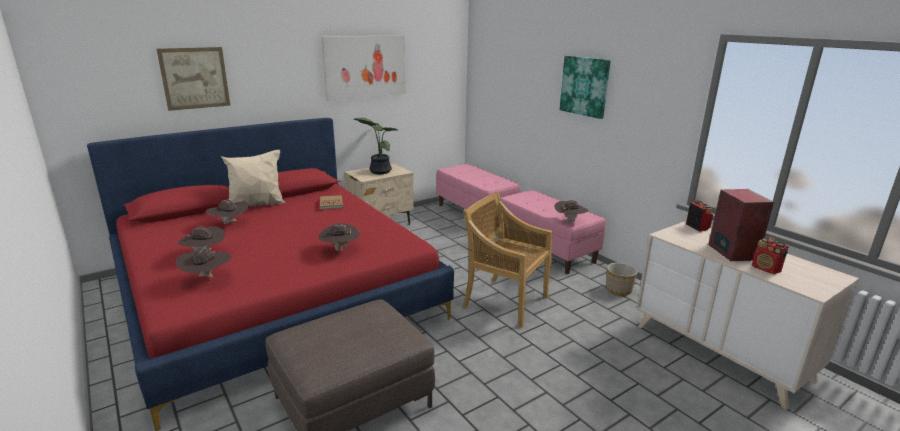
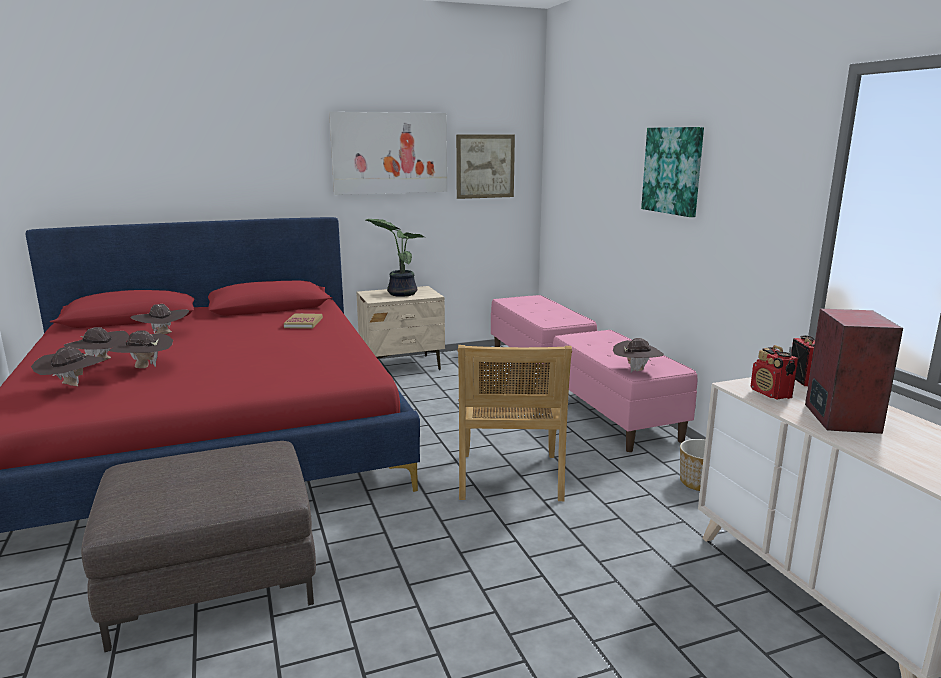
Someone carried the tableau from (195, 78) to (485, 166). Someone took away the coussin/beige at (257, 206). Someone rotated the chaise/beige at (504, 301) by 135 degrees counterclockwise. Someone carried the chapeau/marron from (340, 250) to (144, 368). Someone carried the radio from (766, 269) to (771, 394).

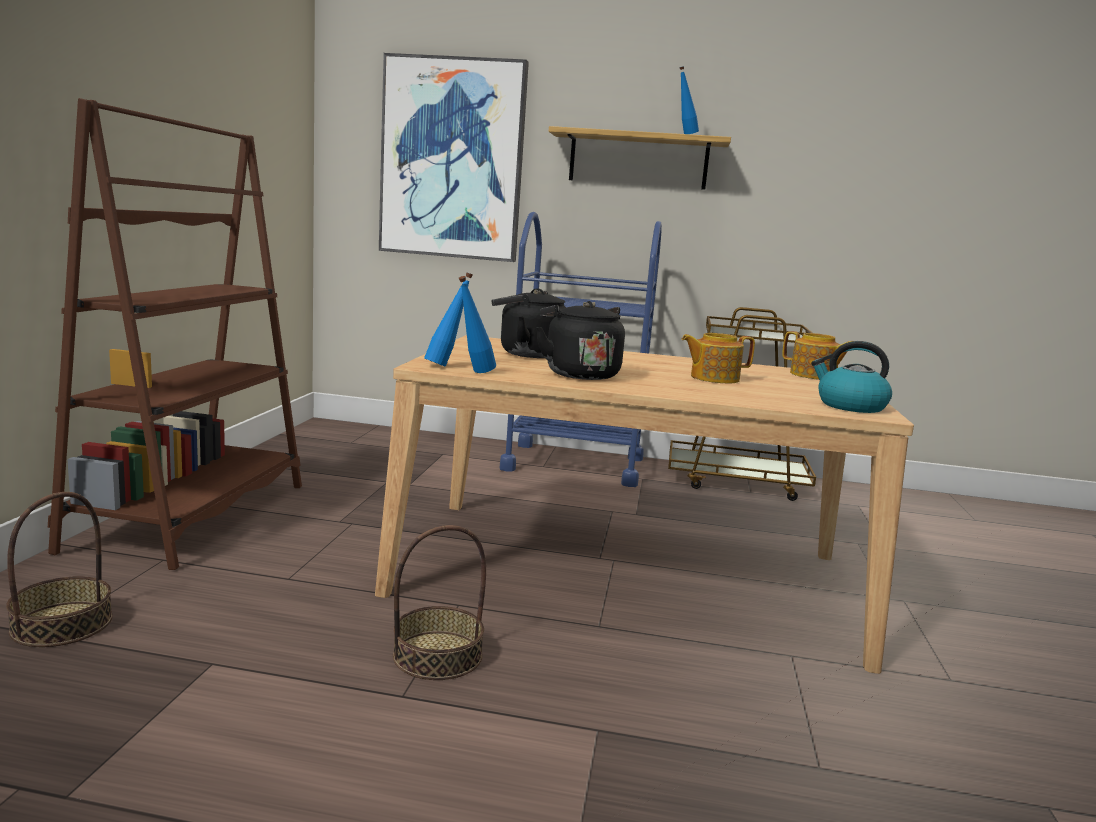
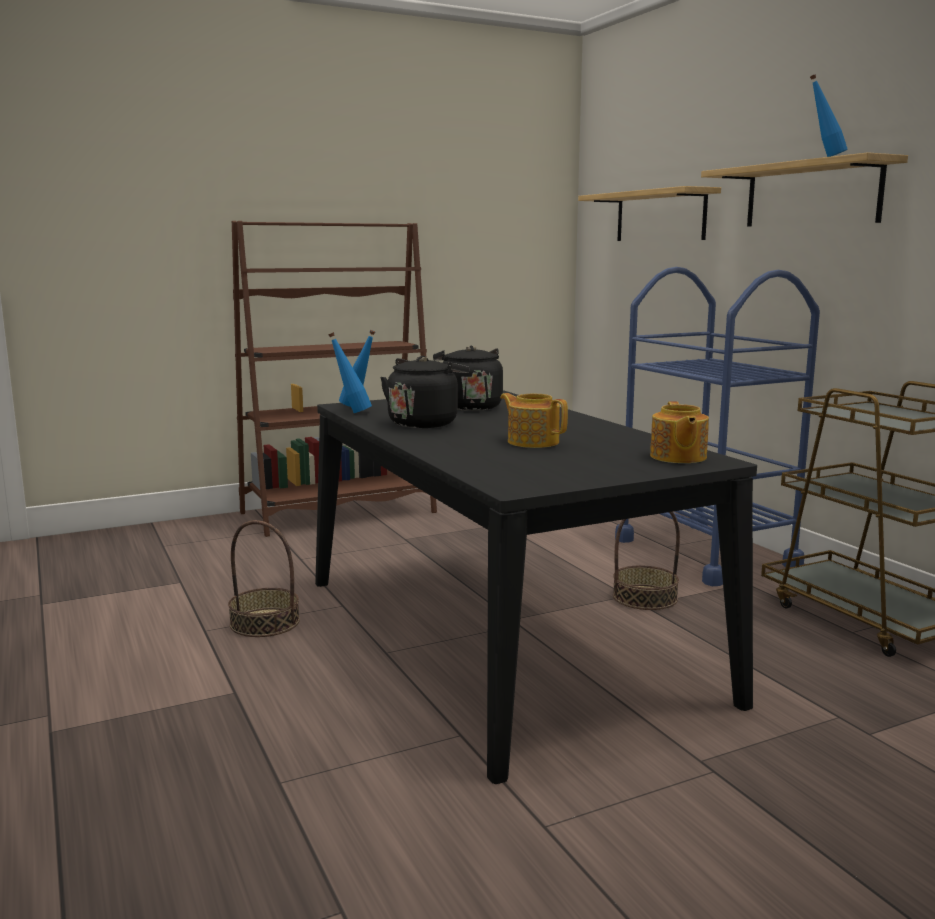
Someone swapped the tableau at (452, 160) for the étagère at (660, 216). Someone repainted the table à manger/beige at (626, 574), which became the table à manger/noir at (500, 636). Someone took away the bouilloire at (850, 406). Someone carried the panier from (62, 624) to (644, 597).

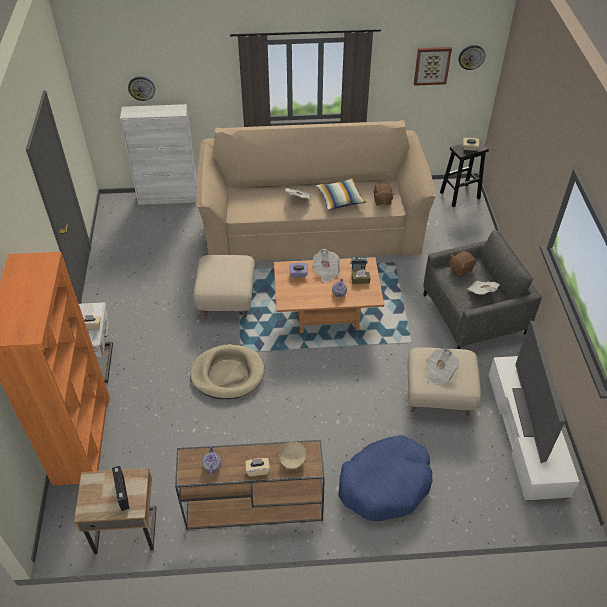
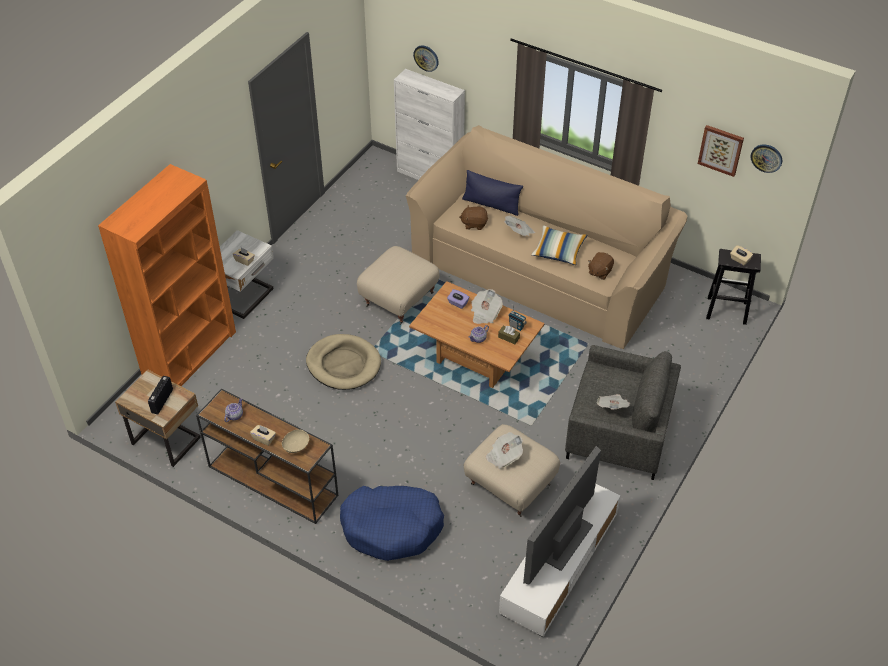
Someone carried the peluche/marron from (460, 269) to (474, 224). Someone put down the coussin/bleu at (491, 205).

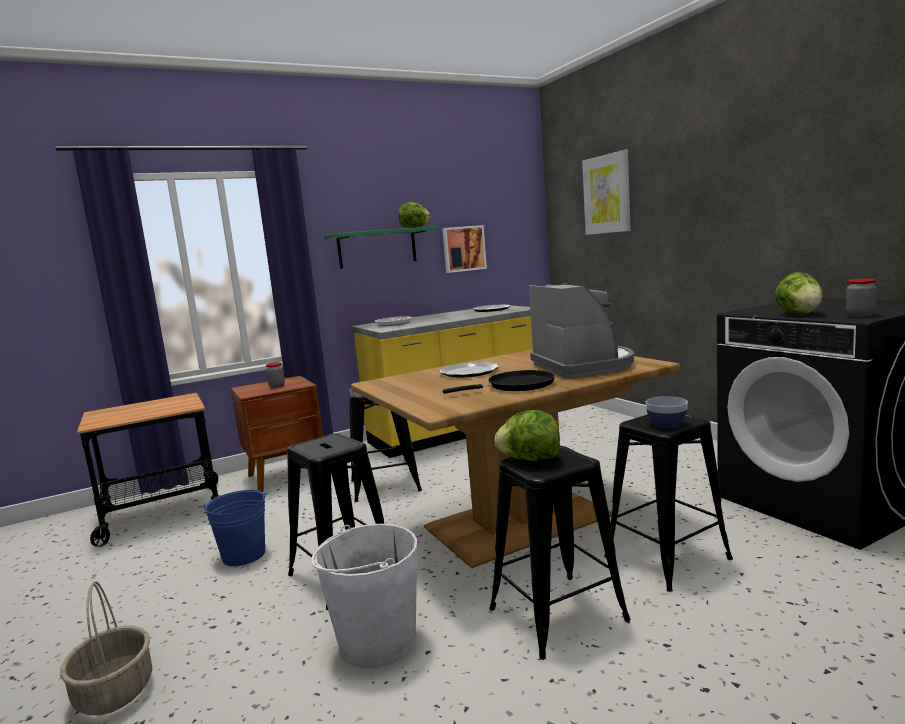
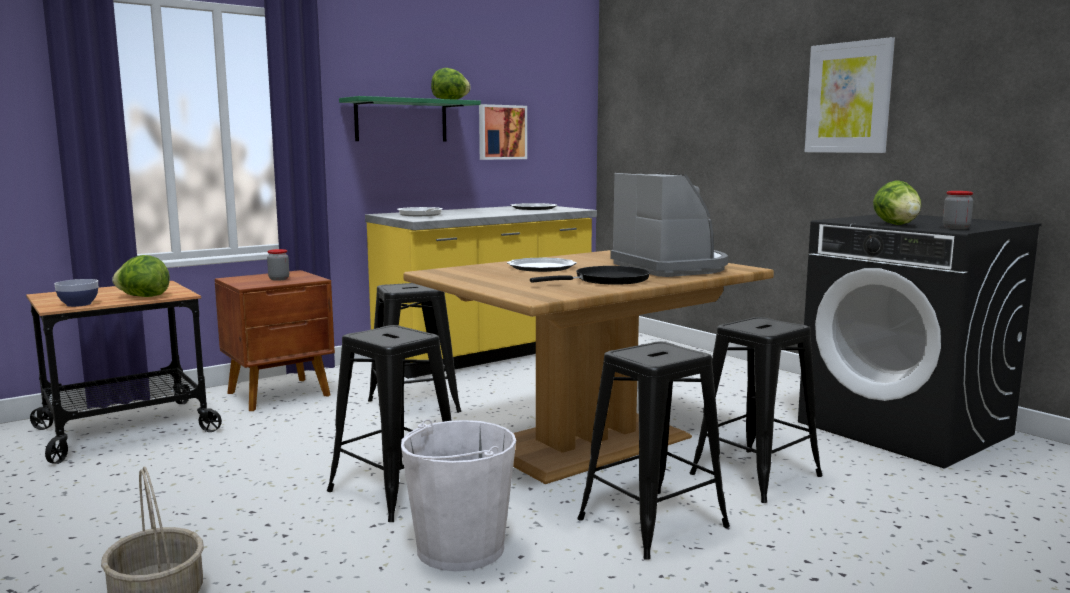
Someone carried the tableau from (607, 194) to (848, 98). Someone carried the bol from (666, 424) to (78, 304). Someone carried the laitue from (530, 459) to (143, 297). Someone took away the seau/bleu at (244, 555).

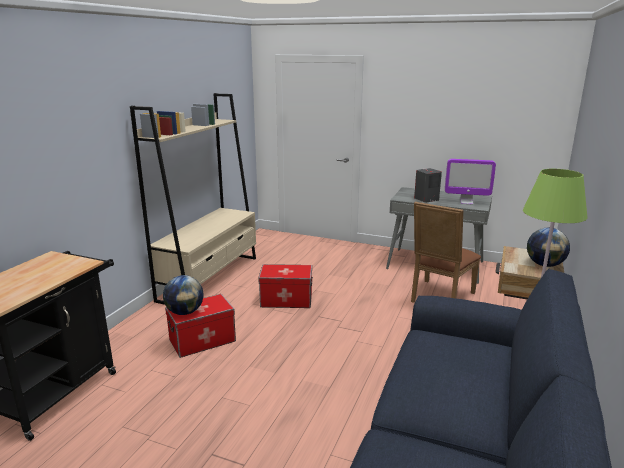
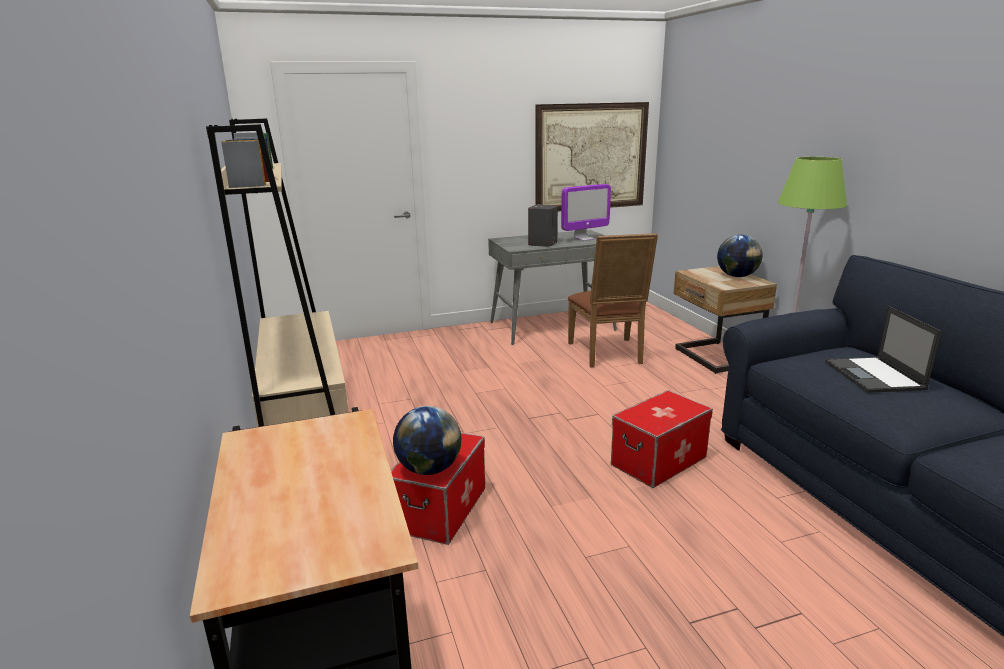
Someone carried the boîte de rangement from (286, 300) to (658, 460). Someone put up the tableau at (591, 157). Someone put down the ordinateur portable at (874, 376).

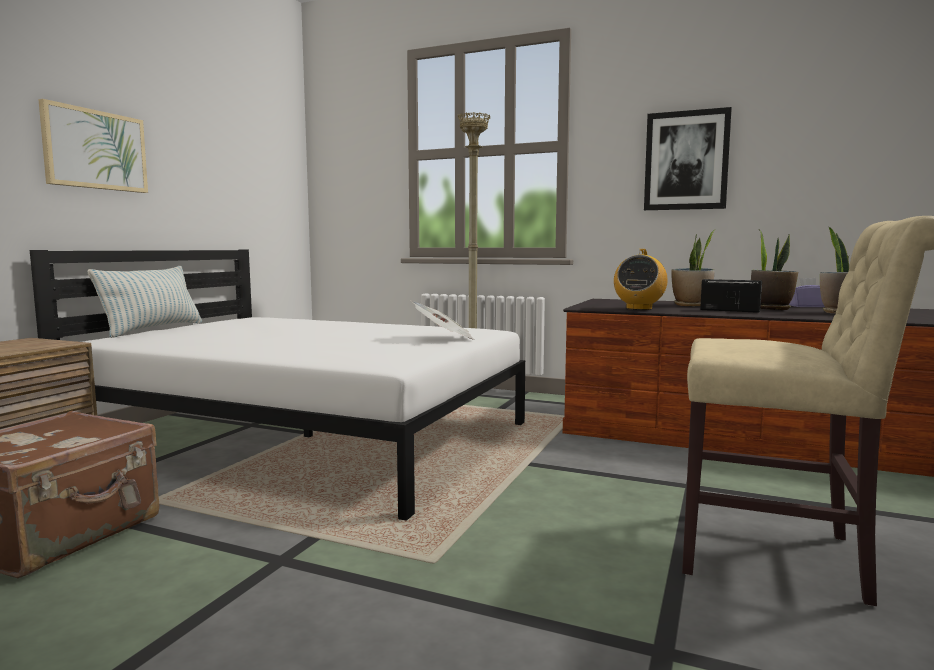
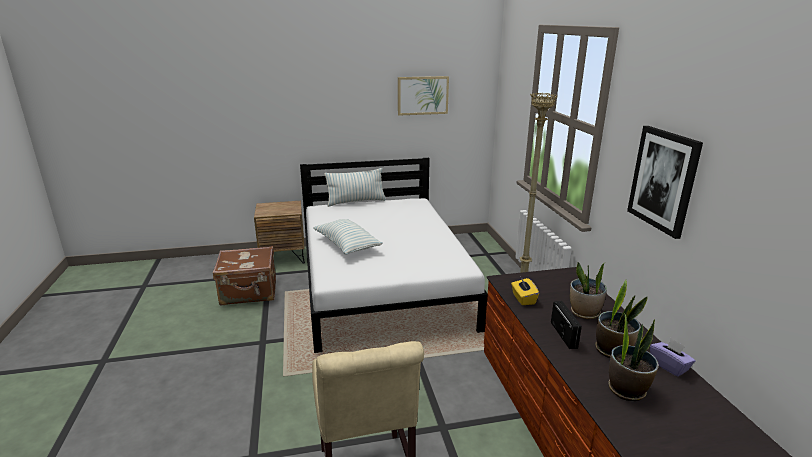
Someone carried the tableau from (95, 150) to (422, 95). Someone swapped the radio at (639, 308) for the boîte à mouchoirs/jaune at (523, 299). Someone took away the journal at (444, 338). Someone put down the coussin at (347, 245).

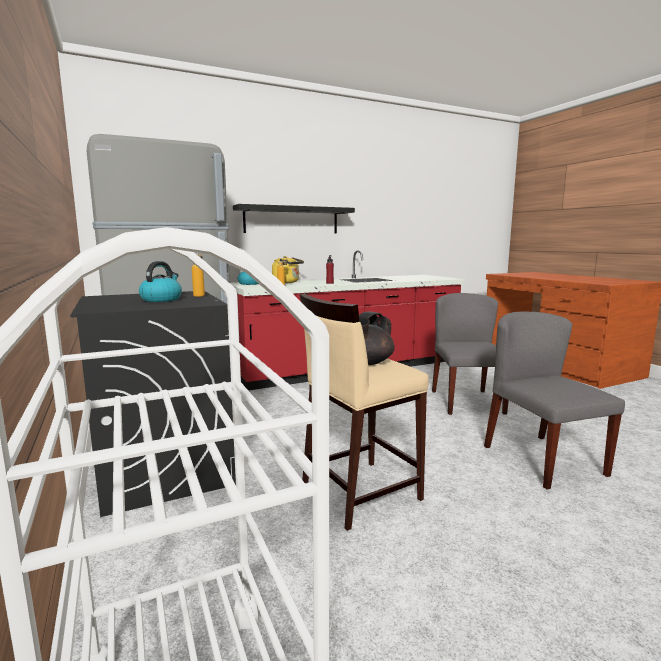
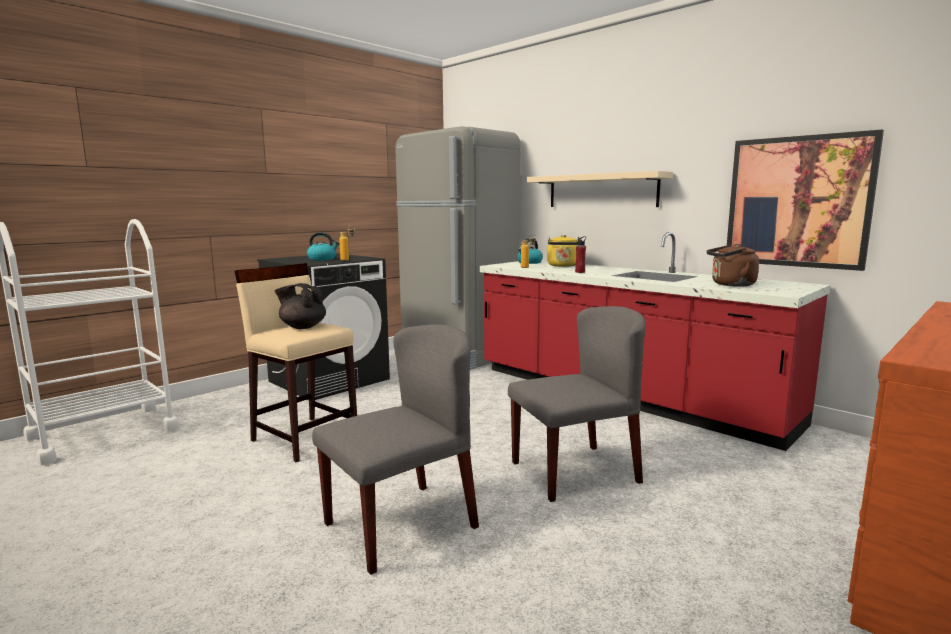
Someone repainted the étagère/noir at (291, 220), which became the étagère/beige at (601, 191). Someone put up the tableau at (797, 202). Someone put down the bouilloire/marron at (730, 285).

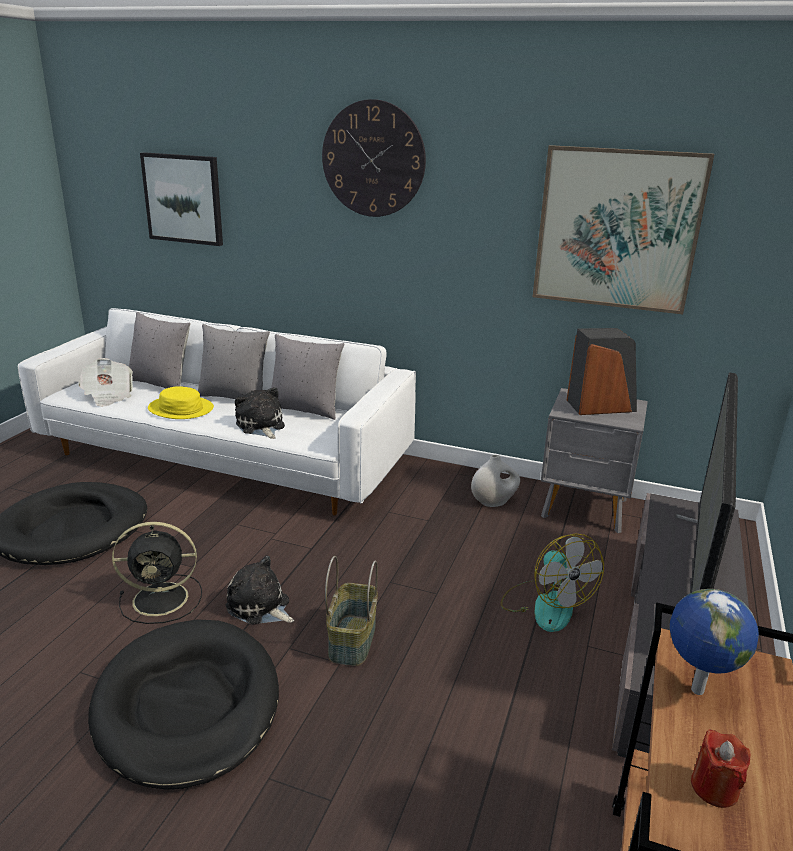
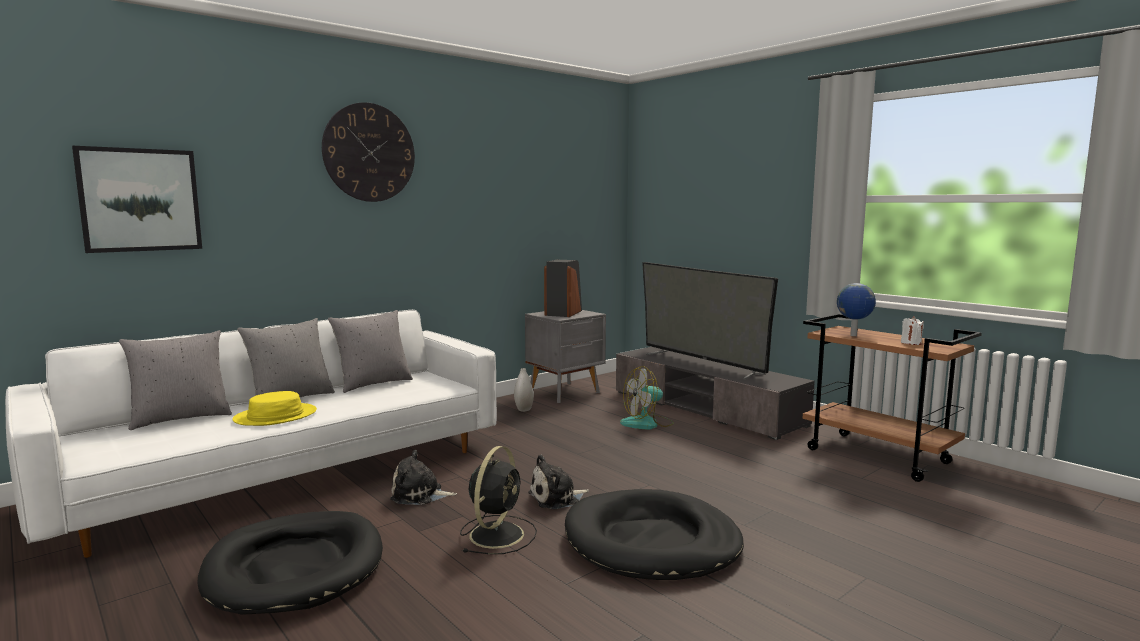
Someone took away the tableau at (617, 229). Someone took away the journal at (108, 396). Someone carried the peluche from (261, 426) to (420, 495). Someone rotated the ventilateur at (545, 605) by 150 degrees clockwise. Someone took away the panier at (351, 639). Someone repainted the bougie/rouge at (714, 788), which became the bougie/blanc at (911, 343).

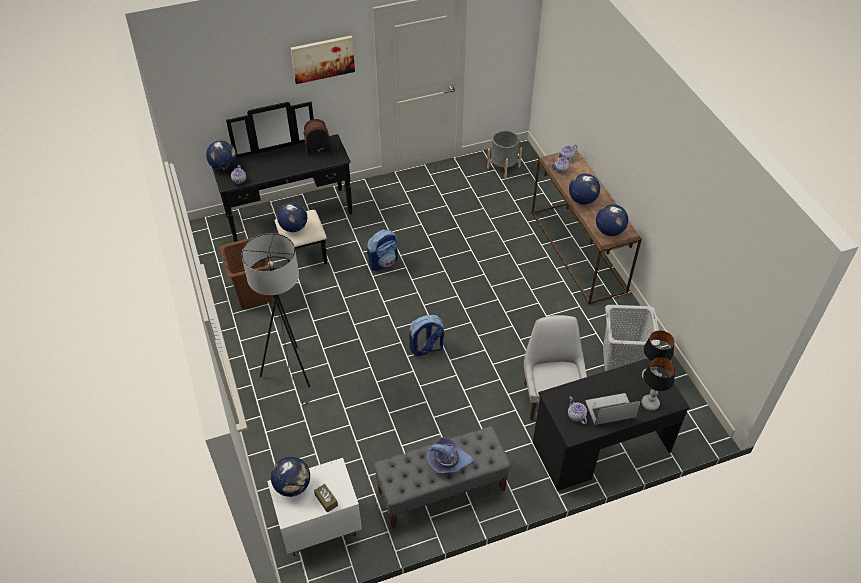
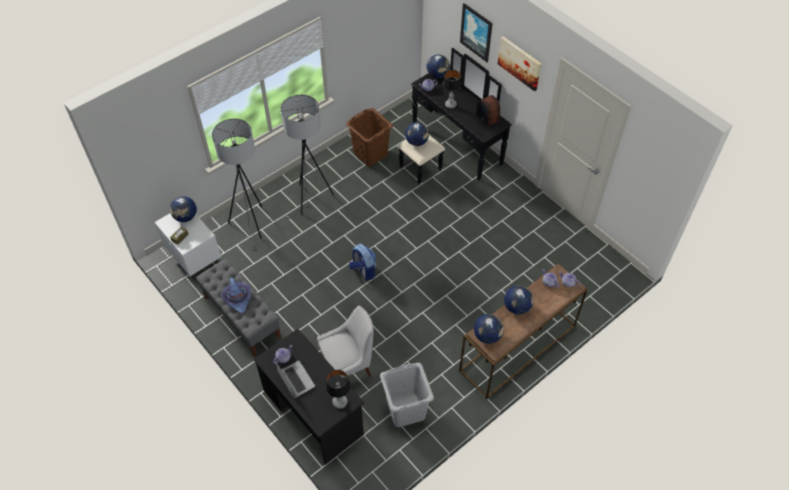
Someone took away the cache-pot/gris at (503, 167). Someone took away the sac à dos at (383, 262). Someone carried the lampe de table from (649, 403) to (450, 104). Someone put up the tableau at (476, 32). Someone put down the lampadaire/gris at (252, 224).

